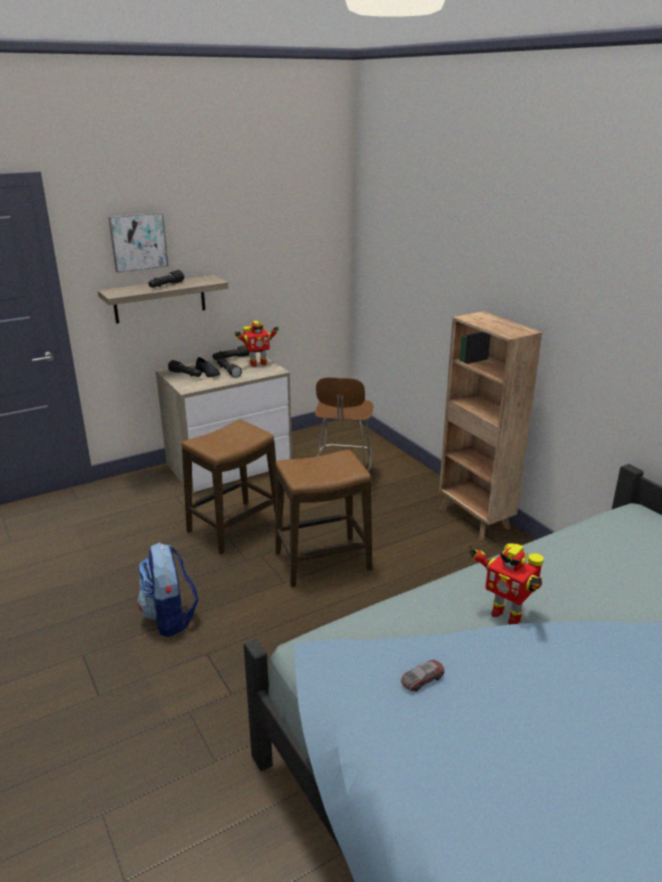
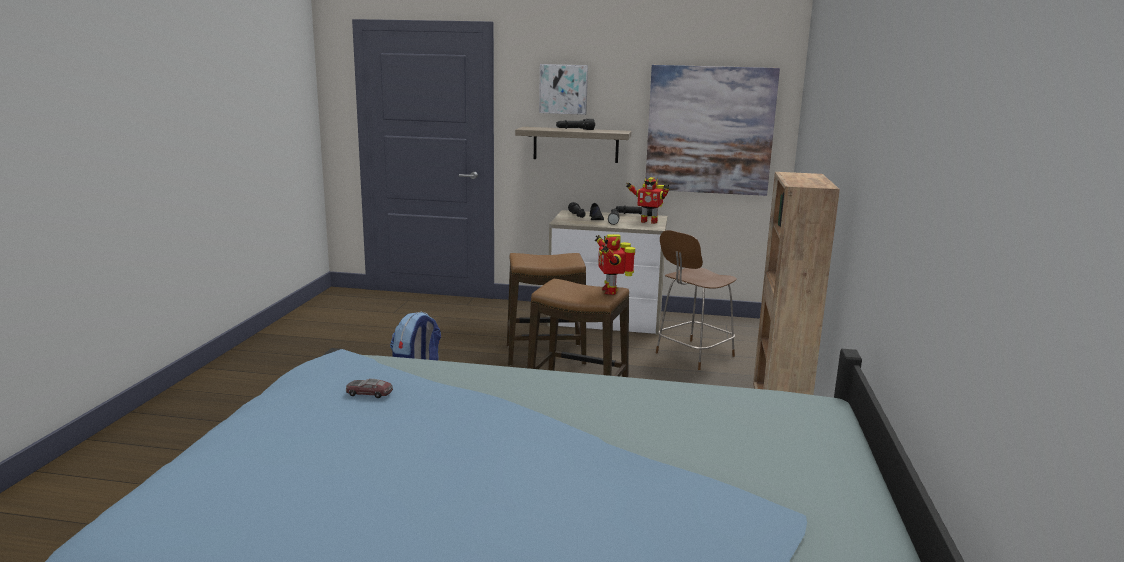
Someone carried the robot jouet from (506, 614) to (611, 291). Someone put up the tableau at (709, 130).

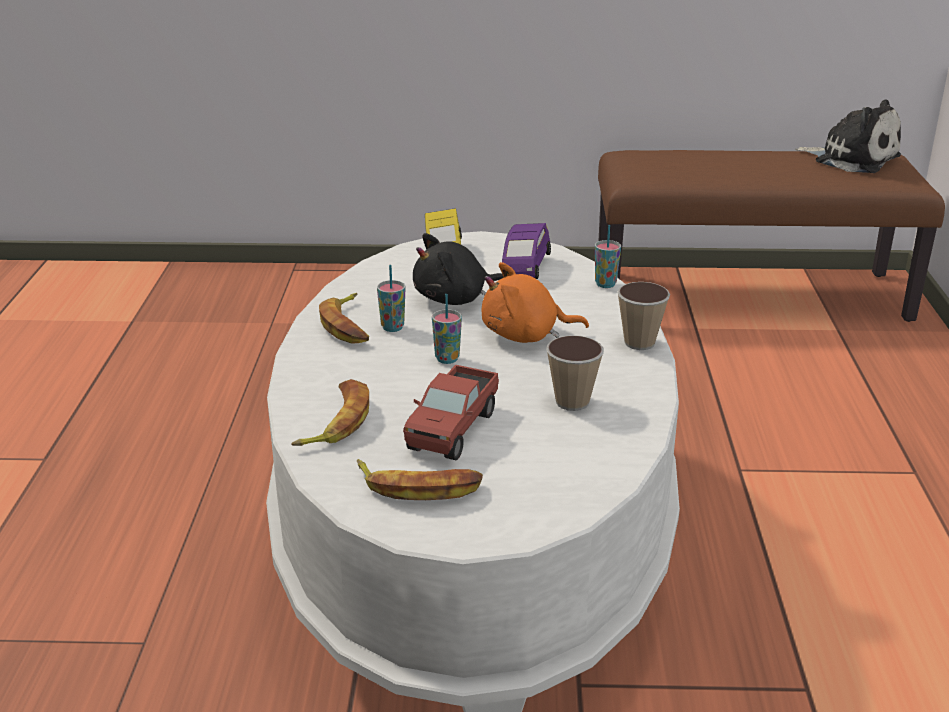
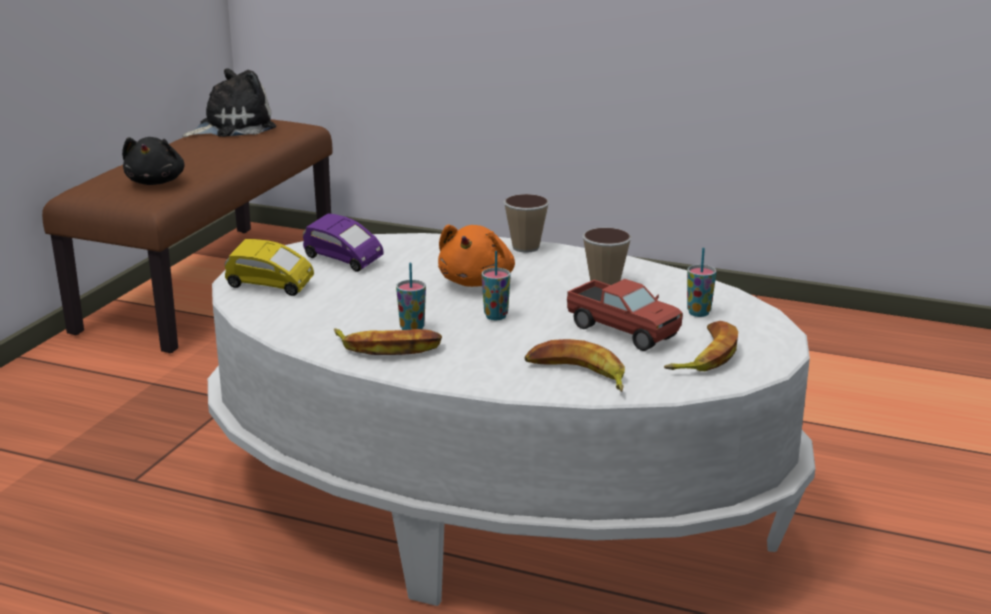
Someone carried the tasse from (605, 284) to (698, 313). Someone carried the peluche/noir from (455, 299) to (156, 182).

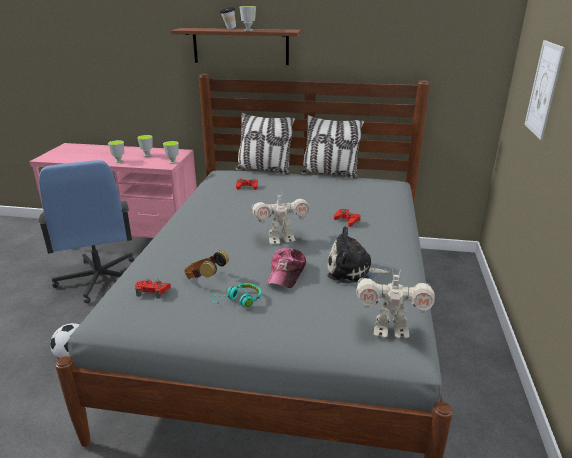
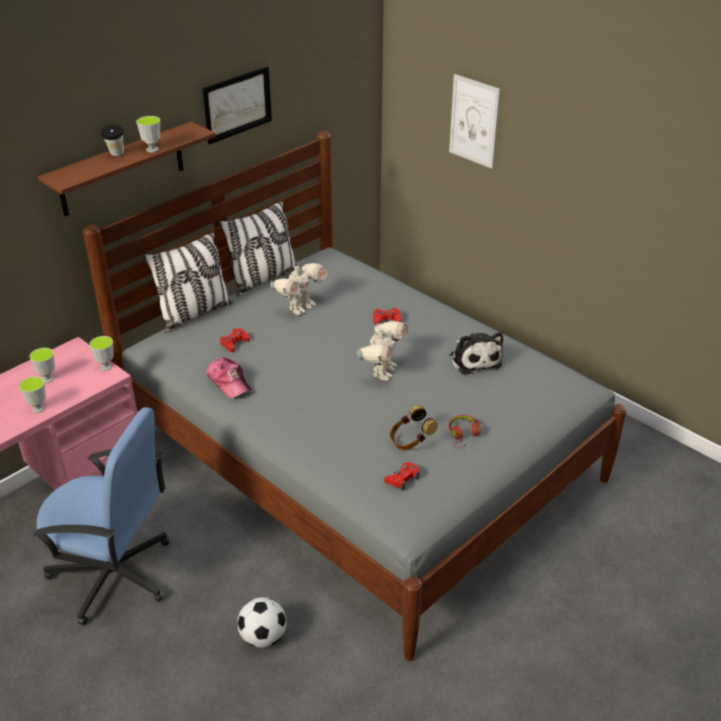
Someone rotated the peluche at (353, 271) by 60 degrees counterclockwise. Someone carried the casquette from (286, 273) to (229, 382). Someone carried the robot jouet from (390, 330) to (300, 307). Someone repainted the casque audio/turquoise at (239, 301), which became the casque audio/rouge at (463, 435). Someone put up the tableau at (237, 104).

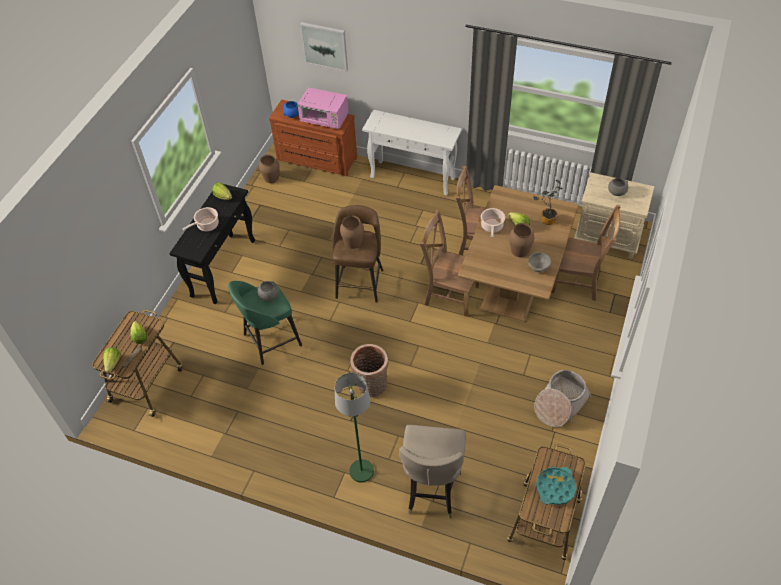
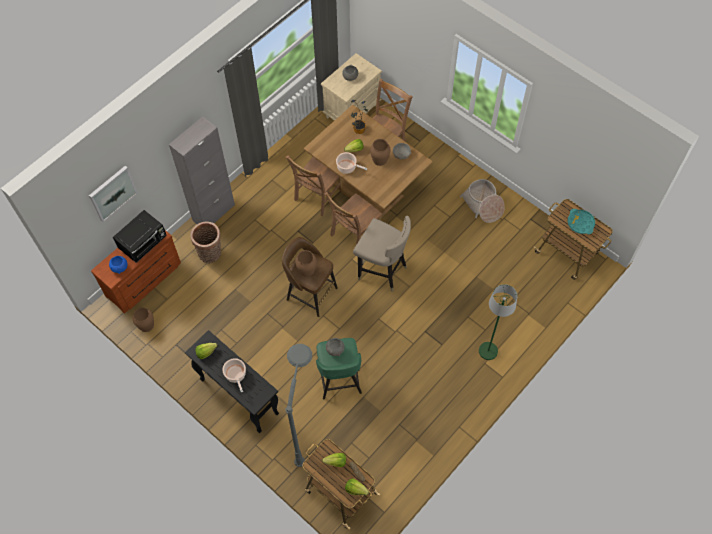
Someone repainted the micro-ondes/rose at (325, 120), which became the micro-ondes/noir at (144, 243). Someone swapped the table console/blanc at (413, 178) for the meuble de rangement/gris at (213, 213). Someone carried the panier from (371, 387) to (211, 254). Someone carried the tabouret/beige from (431, 491) to (382, 271). Someone put down the lampadaire/gris at (306, 429).

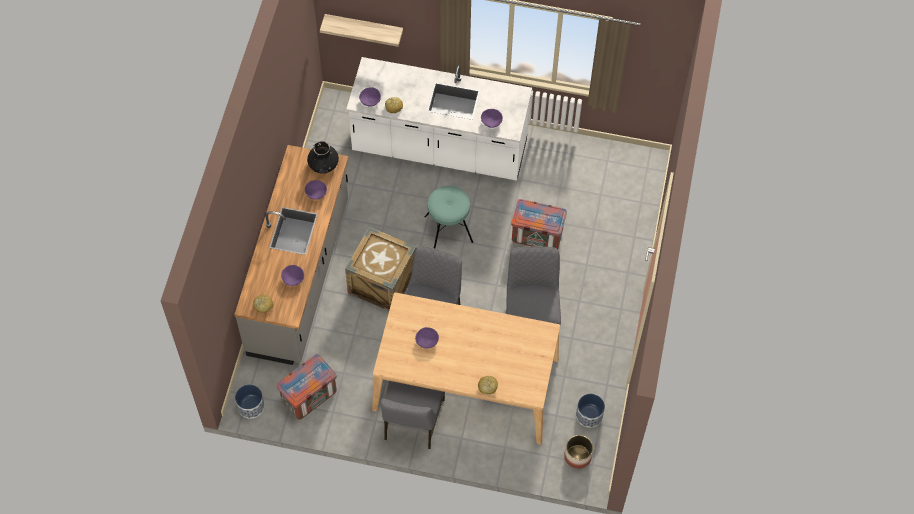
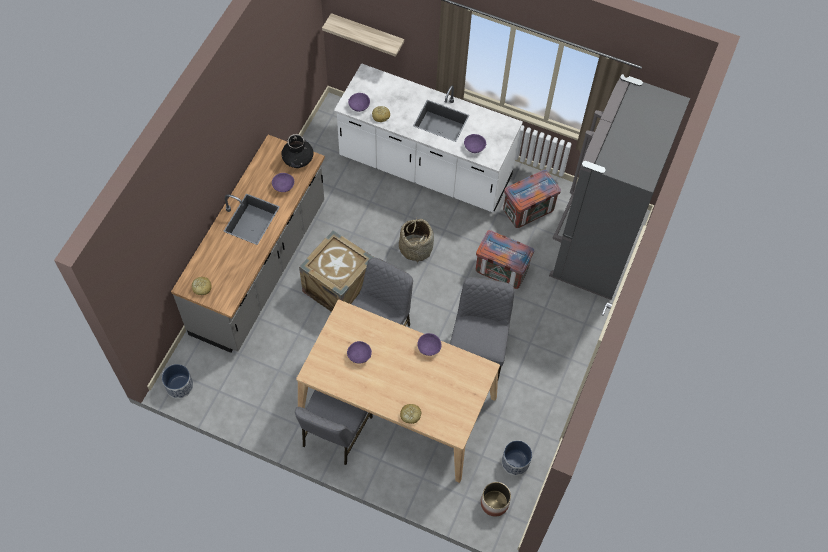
Someone swapped the tabouret/turquoise at (448, 229) for the panier at (415, 248). Someone carried the bol/violet from (293, 278) to (429, 347). Someone carried the caisse from (309, 397) to (527, 211). Someone put down the réfrigérateur/gris at (594, 246).

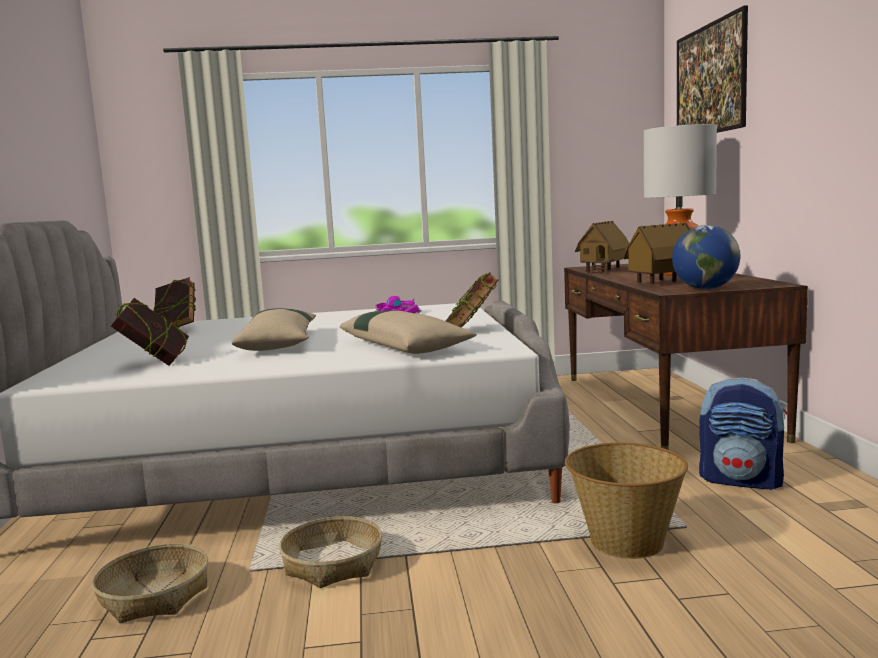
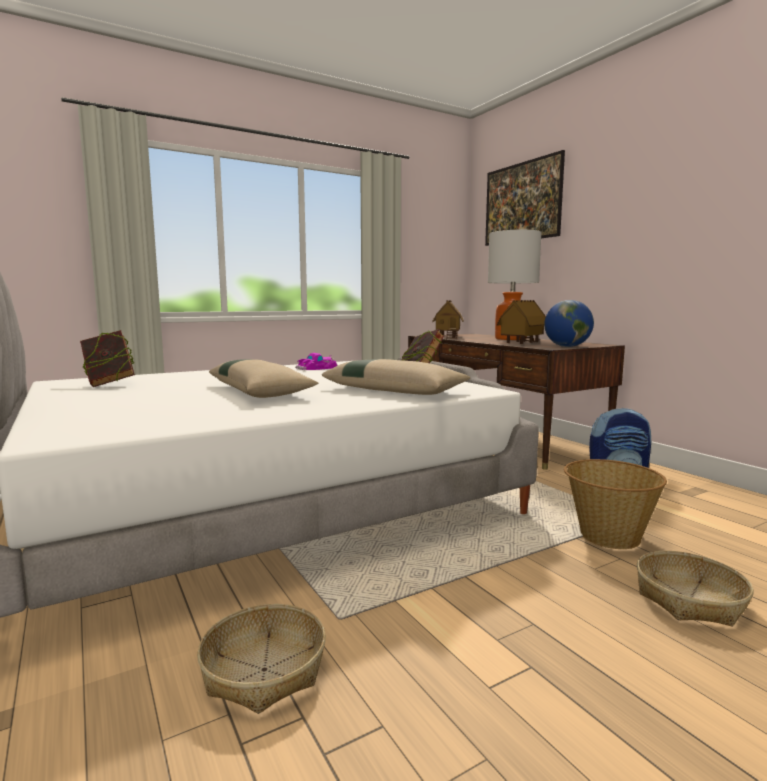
Someone took away the livre at (155, 363). Someone carried the panier from (333, 564) to (690, 600).

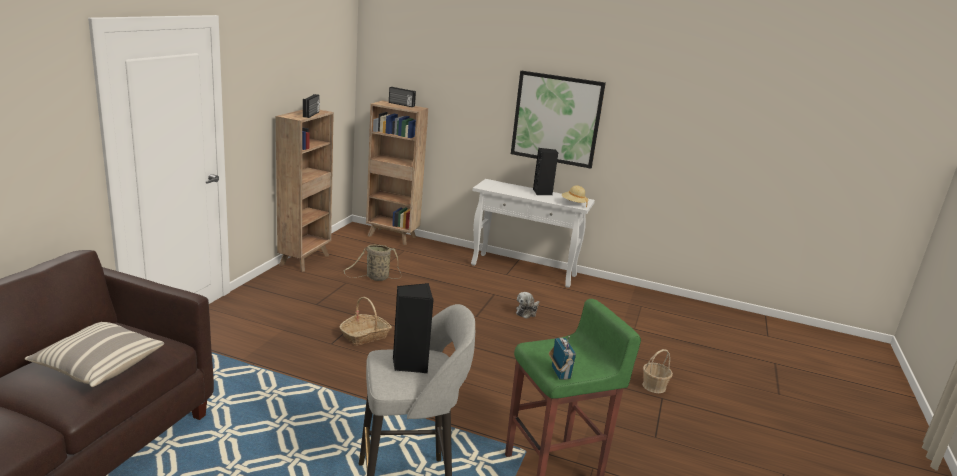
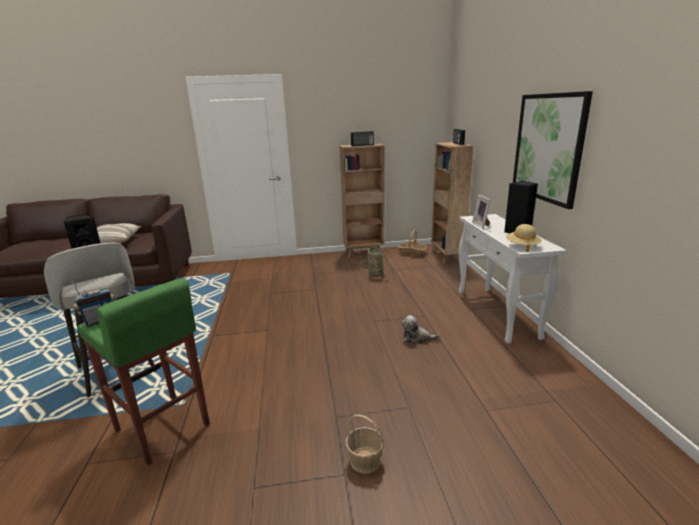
Someone carried the panier from (365, 336) to (412, 252). Someone put down the cadre photo at (482, 225).

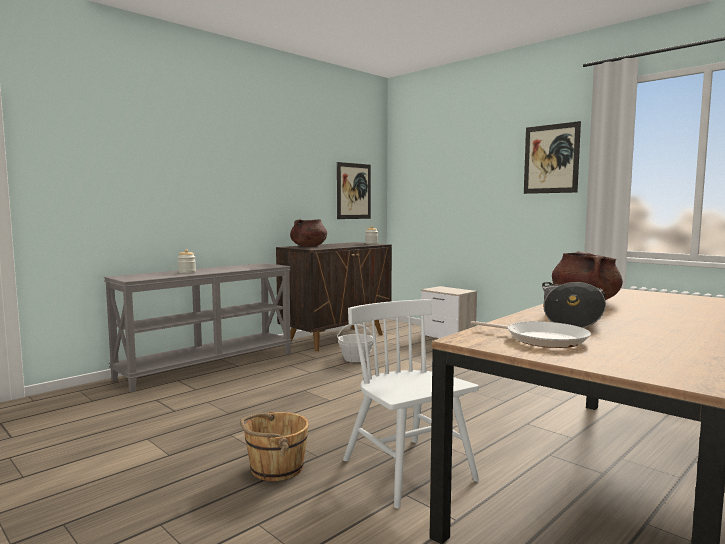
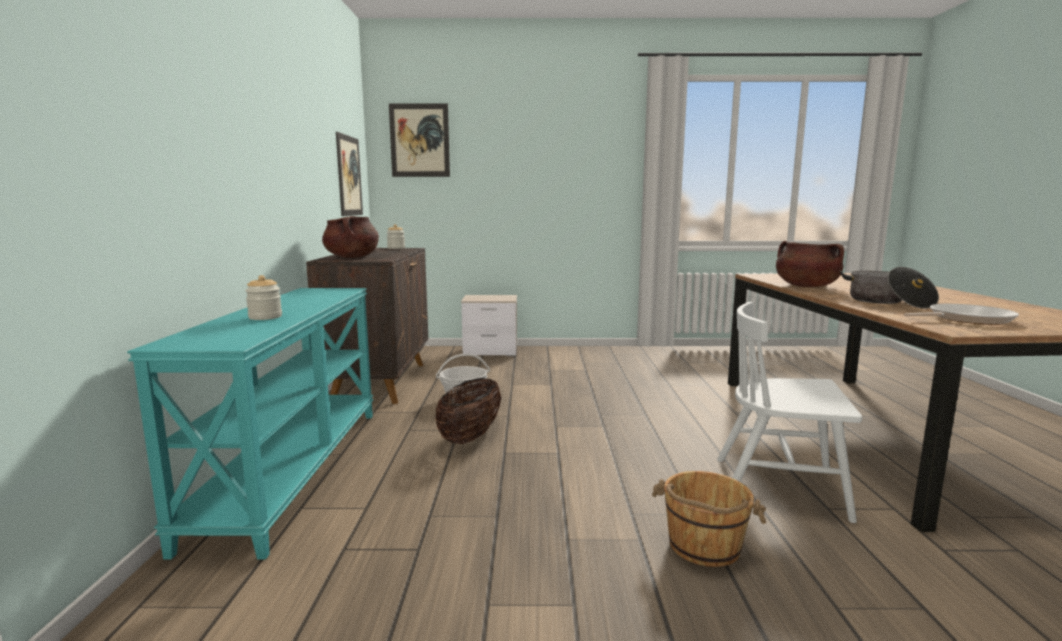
Someone carried the tableau from (551, 159) to (419, 140). Someone repainted the table console/gris at (208, 365), which became the table console/turquoise at (292, 469). Someone put down the panier at (470, 436).

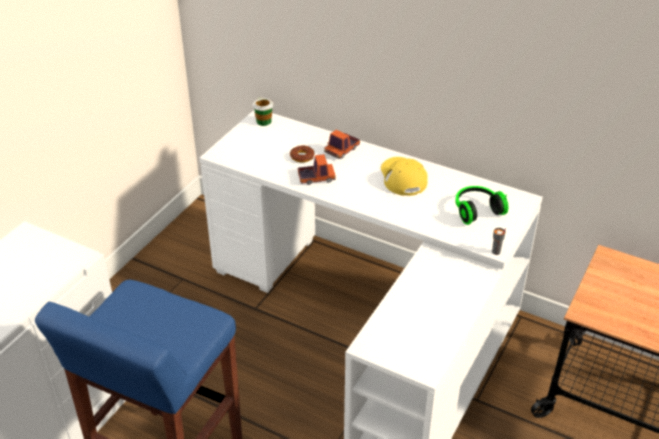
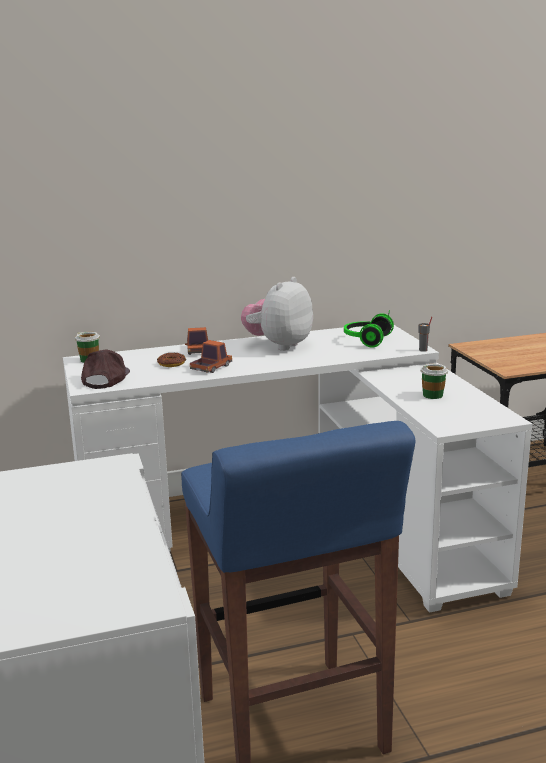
Someone swapped the casquette/jaune at (403, 177) for the peluche at (279, 345). Someone put down the casquette/marron at (105, 378). Someone put down the tasse at (433, 395).

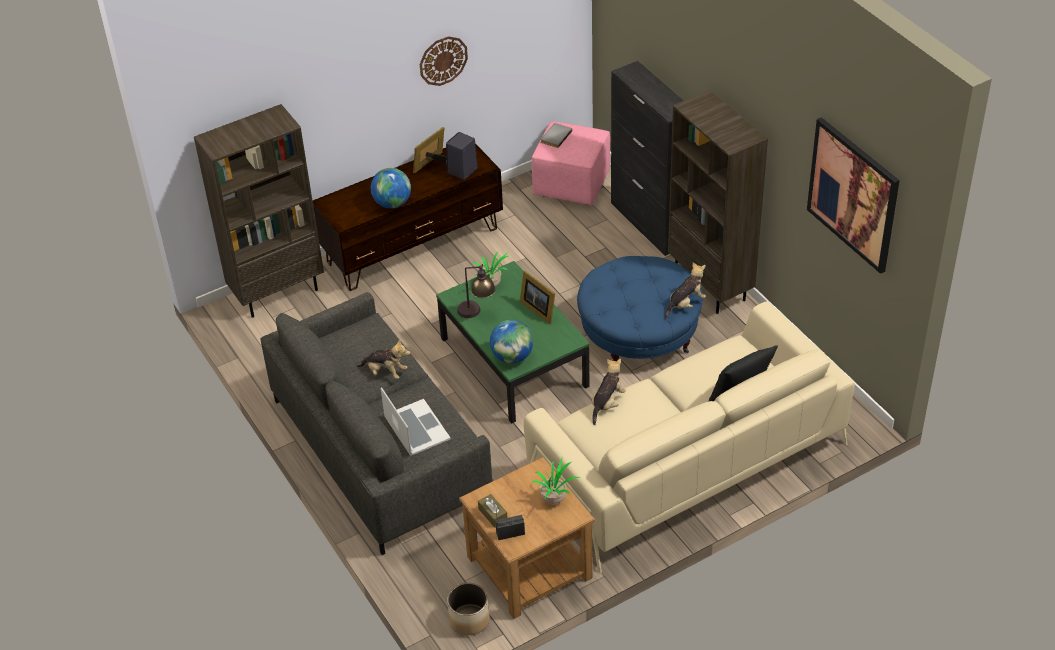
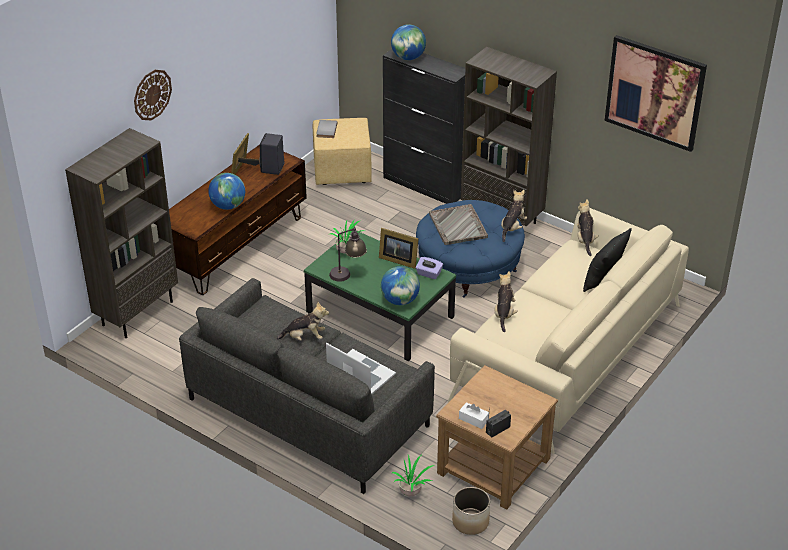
Someone carried the horloge murale from (443, 60) to (152, 94). Someone repainted the pouf/rose at (570, 185), which became the pouf/jaune at (342, 172). Someone carried the plante en pot from (555, 499) to (412, 492). Someone repainted the boîte à mouchoirs/marron at (493, 514), which became the boîte à mouchoirs/blanc at (473, 419). Someone put down the globe at (408, 57). Someone put down the peluche at (585, 240). Someone put down the plateau/gris at (458, 226). Someone put down the boîte à mouchoirs/violet at (429, 274).

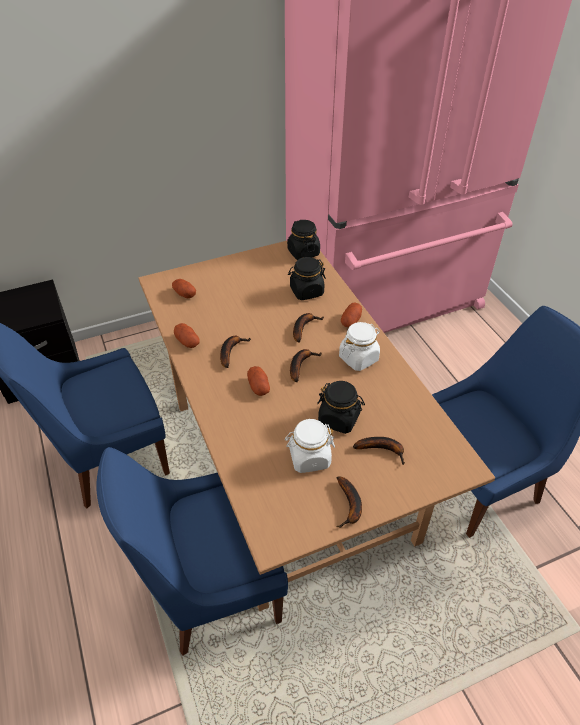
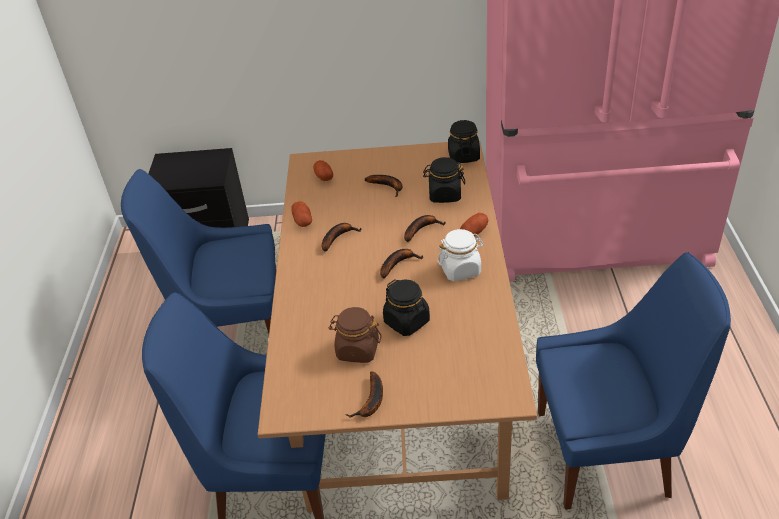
Someone took away the pomme de terre at (259, 387). Someone repainted the bocal/blanc at (309, 458), which became the bocal/marron at (357, 350). Someone carried the banane from (382, 449) to (388, 186).

